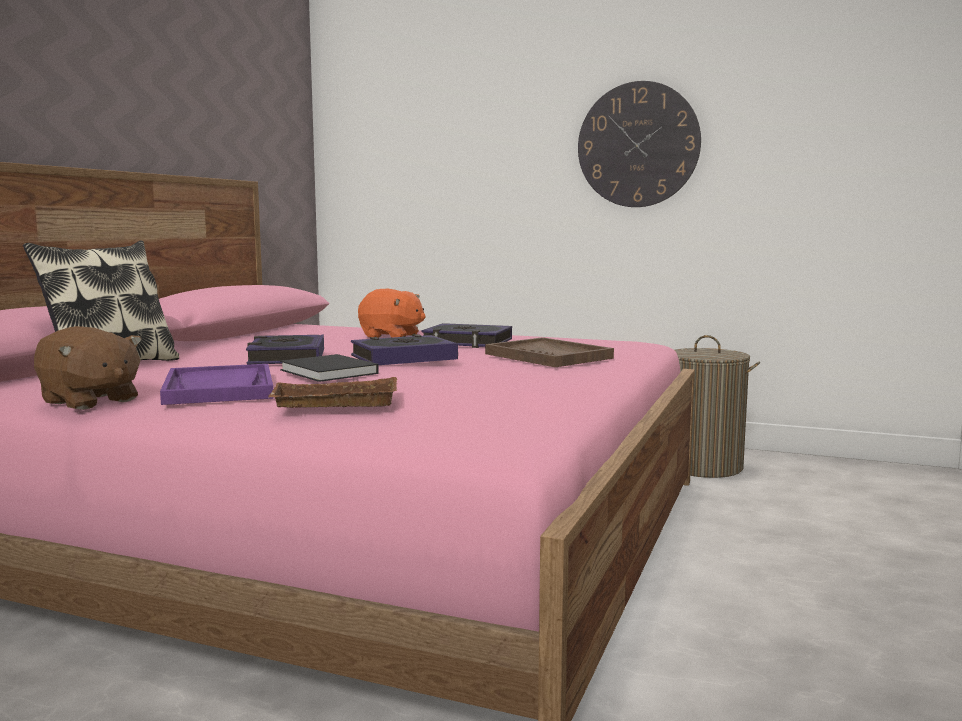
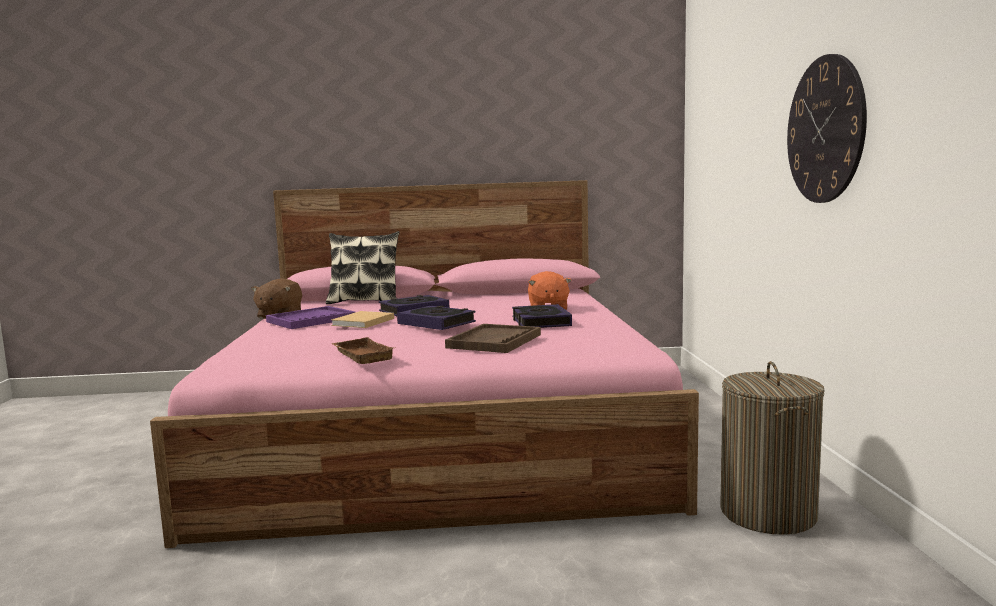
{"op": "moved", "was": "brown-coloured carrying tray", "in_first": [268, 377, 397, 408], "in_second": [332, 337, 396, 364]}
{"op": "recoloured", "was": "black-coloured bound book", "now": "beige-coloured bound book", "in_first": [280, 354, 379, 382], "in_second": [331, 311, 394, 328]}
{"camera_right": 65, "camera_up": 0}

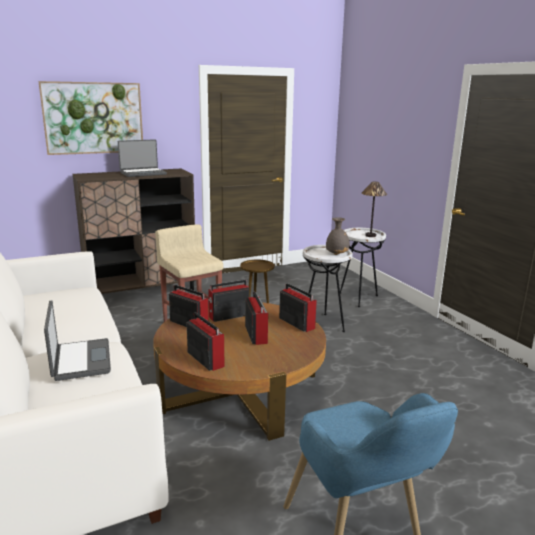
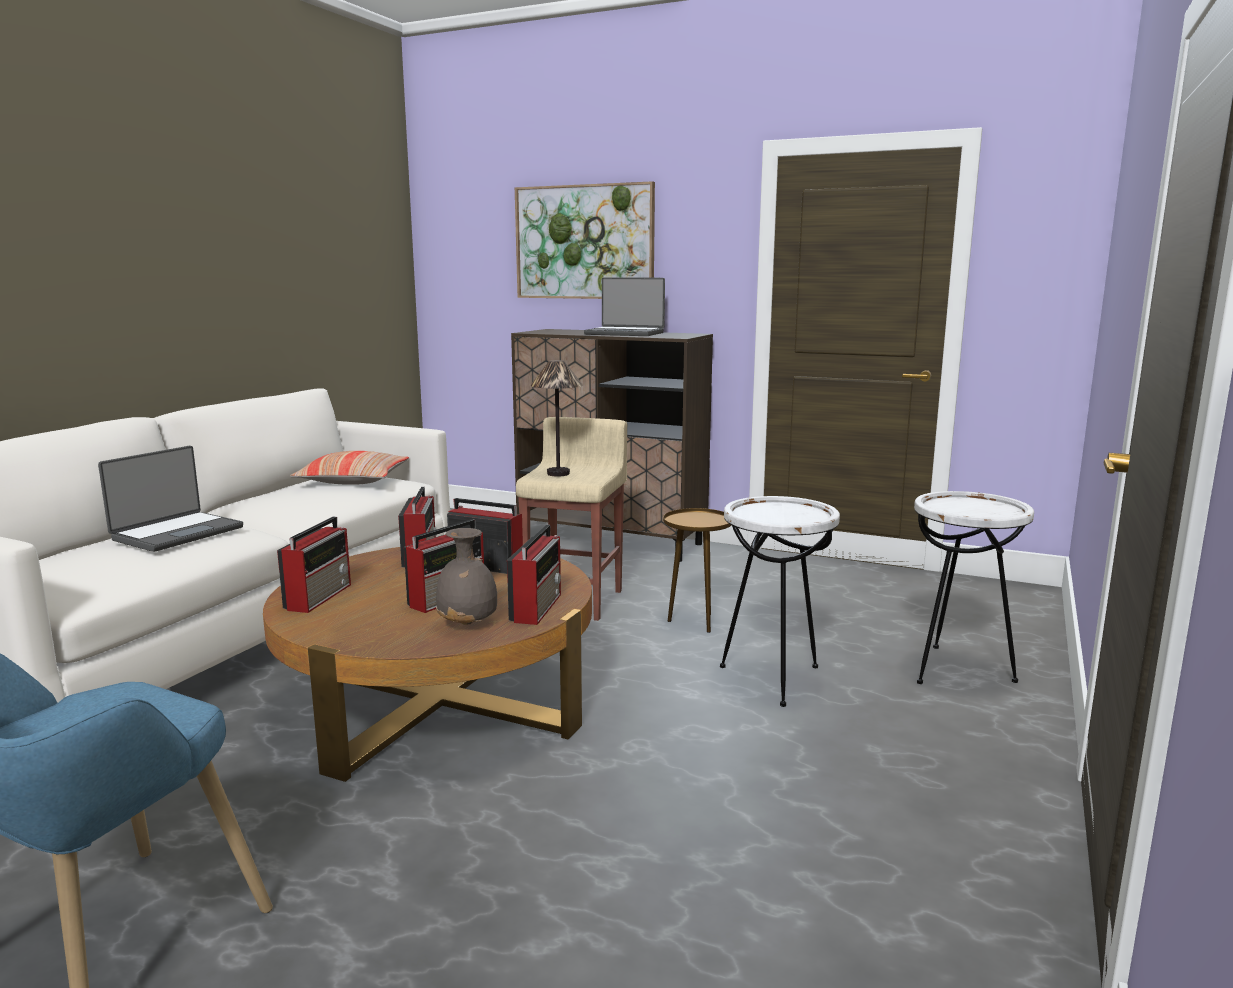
{"op": "added", "now": "pillow", "in_second": [290, 451, 409, 485]}
{"op": "moved", "was": "greyish vase", "in_first": [326, 217, 350, 255], "in_second": [436, 528, 497, 625]}
{"op": "moved", "was": "tabletop lamp", "in_first": [362, 182, 387, 237], "in_second": [530, 360, 583, 477]}
{"camera_right": 50, "camera_up": -5}

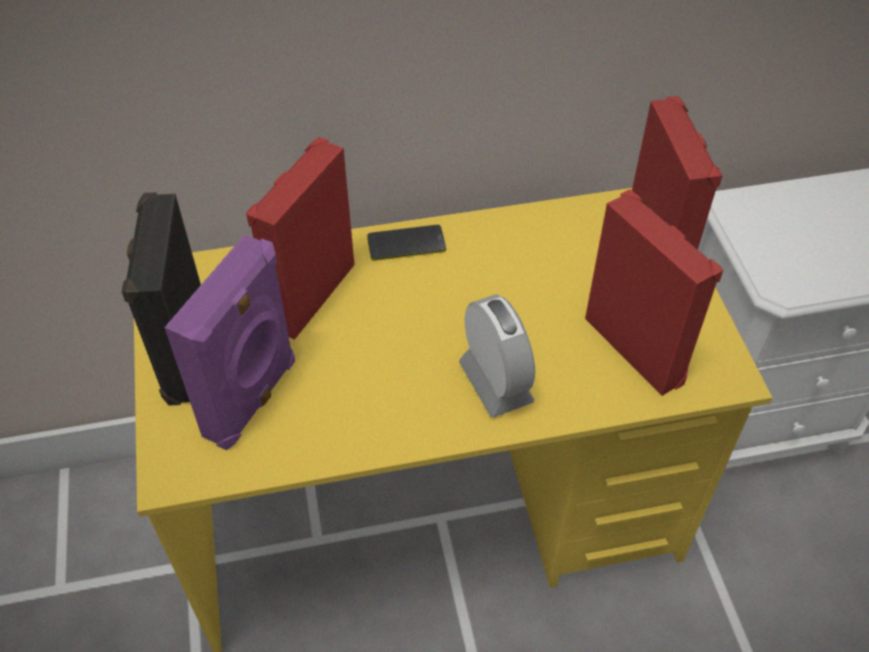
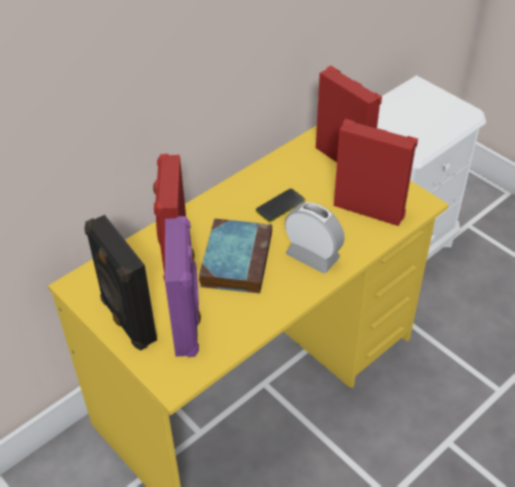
{"op": "added", "now": "bound book", "in_second": [199, 219, 272, 293]}
{"op": "moved", "was": "phone", "in_first": [367, 225, 446, 261], "in_second": [256, 188, 305, 223]}
{"camera_right": -30, "camera_up": -5}

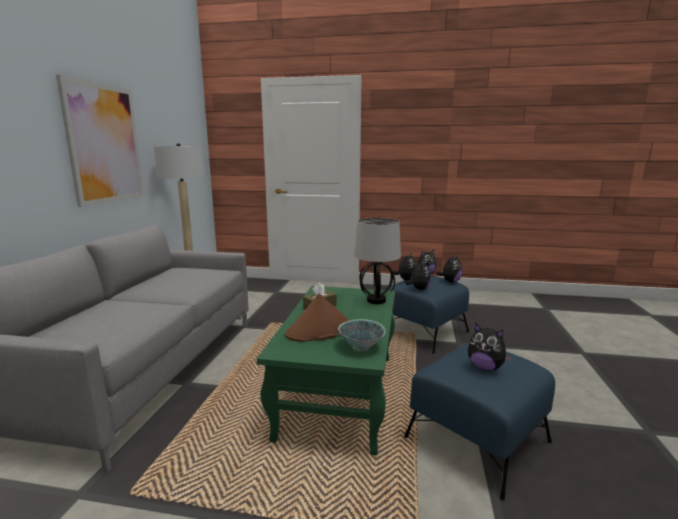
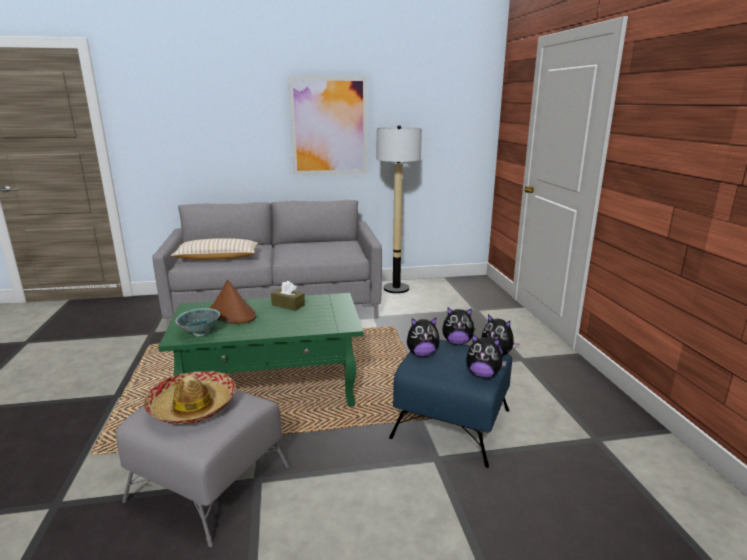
{"op": "removed", "was": "tabletop lamp", "in_first": [354, 218, 401, 304]}
{"op": "added", "now": "beige-coloured pillow", "in_second": [170, 238, 258, 260]}
{"op": "replaced", "was": "cuddly toy", "now": "hat", "in_first": [468, 323, 512, 371], "in_second": [143, 371, 236, 424]}
{"op": "recoloured", "was": "bluish footrest", "now": "greyish footrest", "in_first": [404, 342, 555, 501], "in_second": [116, 390, 289, 547]}
{"camera_right": 70, "camera_up": 5}

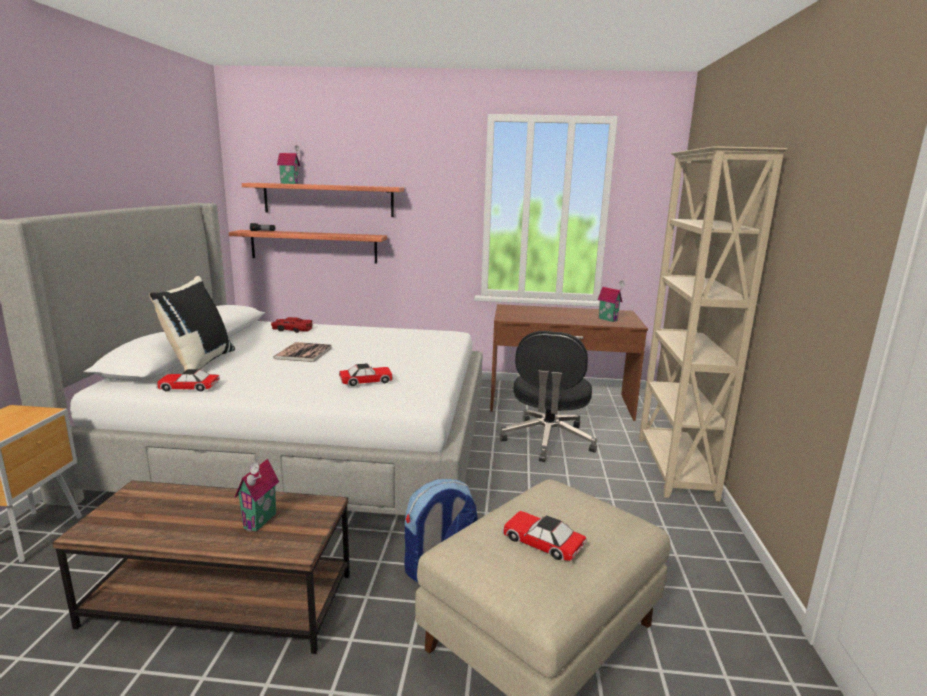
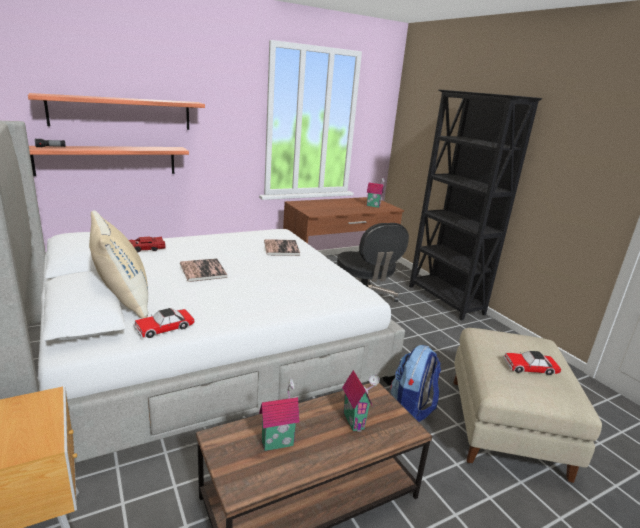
{"op": "removed", "was": "toy car", "in_first": [339, 363, 394, 386]}
{"op": "added", "now": "bound book", "in_second": [264, 239, 300, 256]}
{"op": "moved", "was": "miniature house", "in_first": [277, 145, 300, 184], "in_second": [259, 378, 300, 451]}
{"op": "recoloured", "was": "black-coloured pillow", "now": "beige-coloured pillow", "in_first": [149, 276, 235, 371], "in_second": [89, 210, 148, 319]}
{"op": "recoloured", "was": "beige-coloured shelving unit", "now": "black-coloured shelving unit", "in_first": [639, 146, 787, 502], "in_second": [409, 90, 542, 321]}
{"camera_right": -35, "camera_up": 5}

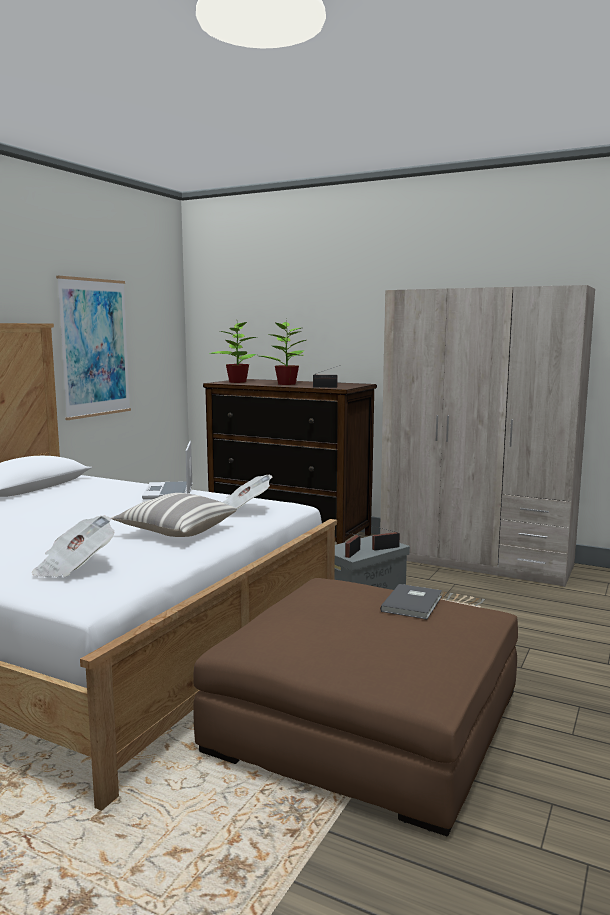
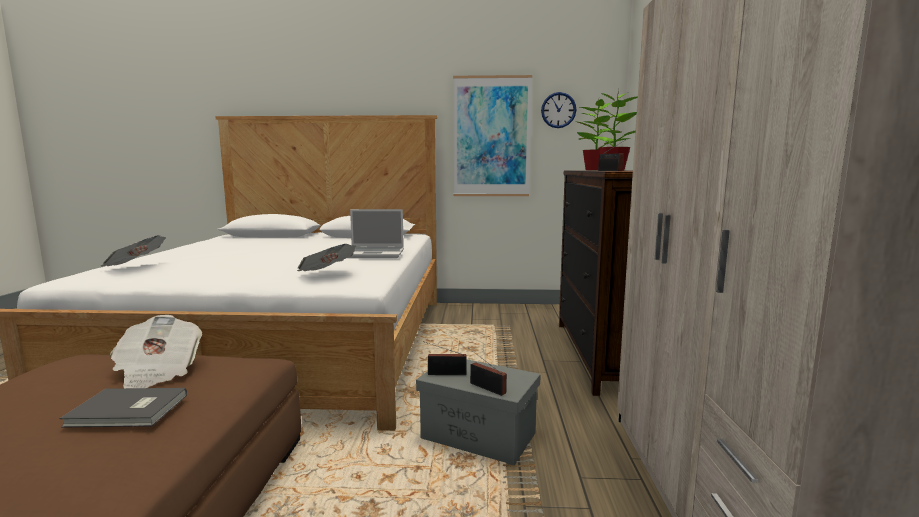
{"op": "removed", "was": "pillow", "in_first": [111, 493, 237, 537]}
{"op": "added", "now": "printed paper", "in_second": [110, 315, 203, 388]}
{"op": "added", "now": "hanging clock", "in_second": [541, 92, 576, 128]}
{"op": "turned", "was": "notebook computer", "in_first": [142, 441, 193, 500], "in_second": [348, 209, 404, 258], "clockwise": -150}
{"camera_right": 65, "camera_up": 0}

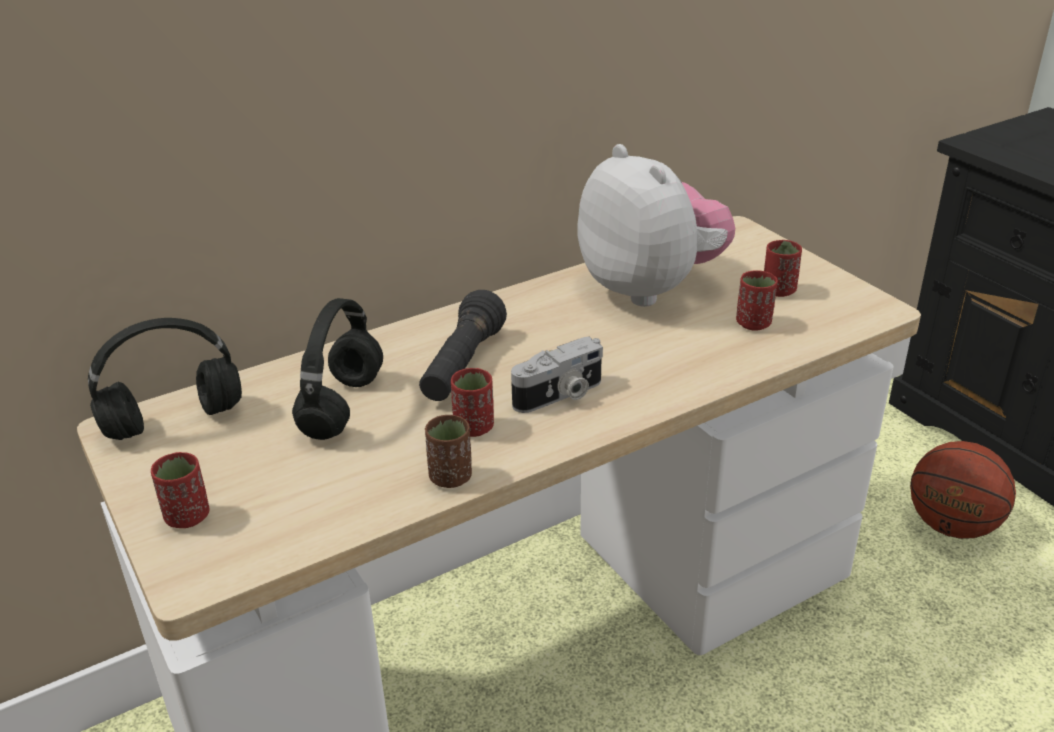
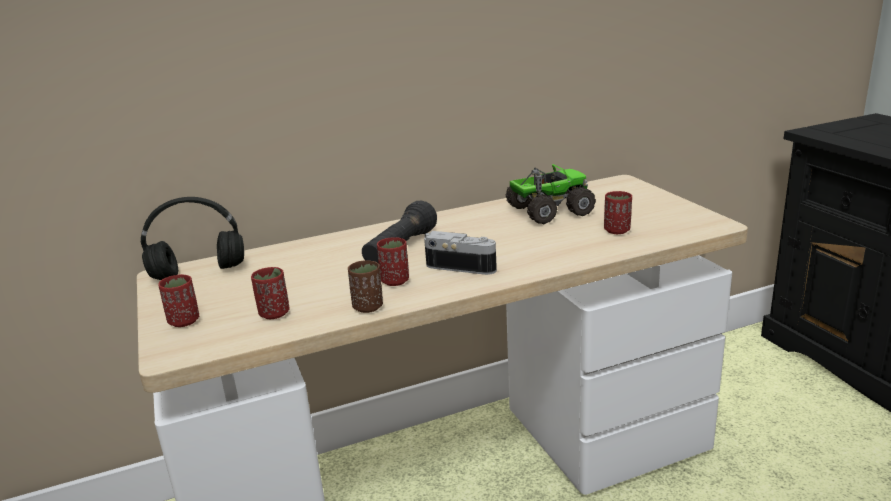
{"op": "removed", "was": "black-coloured pair of headphones", "in_first": [292, 298, 383, 440]}
{"op": "removed", "was": "basketball ball", "in_first": [910, 441, 1016, 539]}
{"op": "moved", "was": "red-coloured small cup", "in_first": [764, 240, 802, 297], "in_second": [251, 267, 289, 319]}
{"op": "replaced", "was": "cuddly toy", "now": "model truck", "in_first": [577, 144, 735, 307], "in_second": [505, 164, 596, 224]}
{"op": "turned", "was": "still camera", "in_first": [511, 337, 603, 413], "in_second": [424, 231, 497, 275], "clockwise": -135}
{"camera_right": 10, "camera_up": -10}

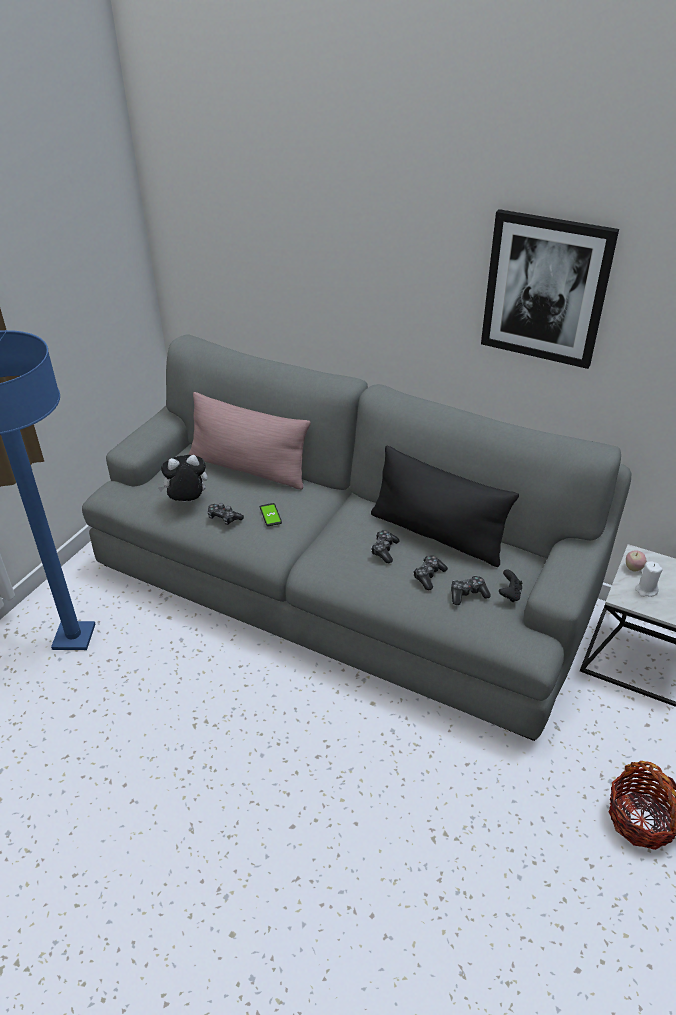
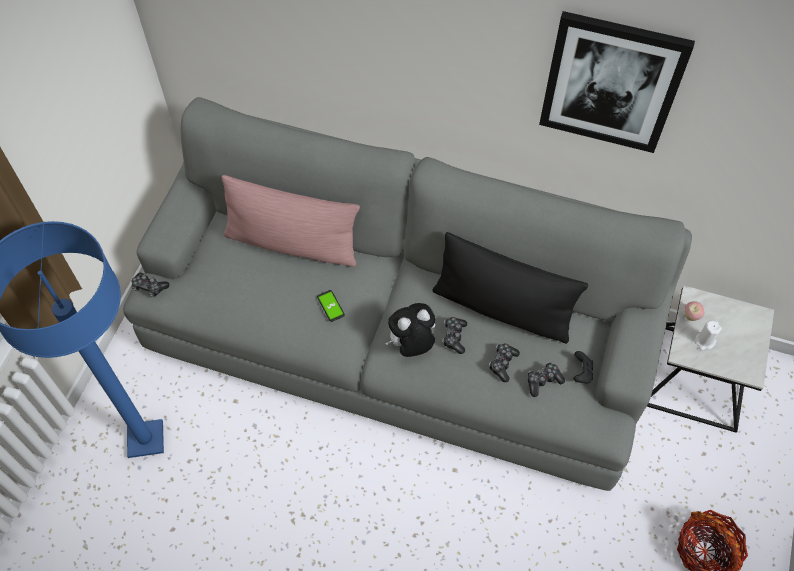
{"op": "moved", "was": "cuddly toy", "in_first": [158, 455, 208, 502], "in_second": [385, 303, 435, 357]}
{"op": "moved", "was": "game controller", "in_first": [207, 503, 244, 525], "in_second": [131, 273, 169, 297]}
{"camera_right": -10, "camera_up": 20}

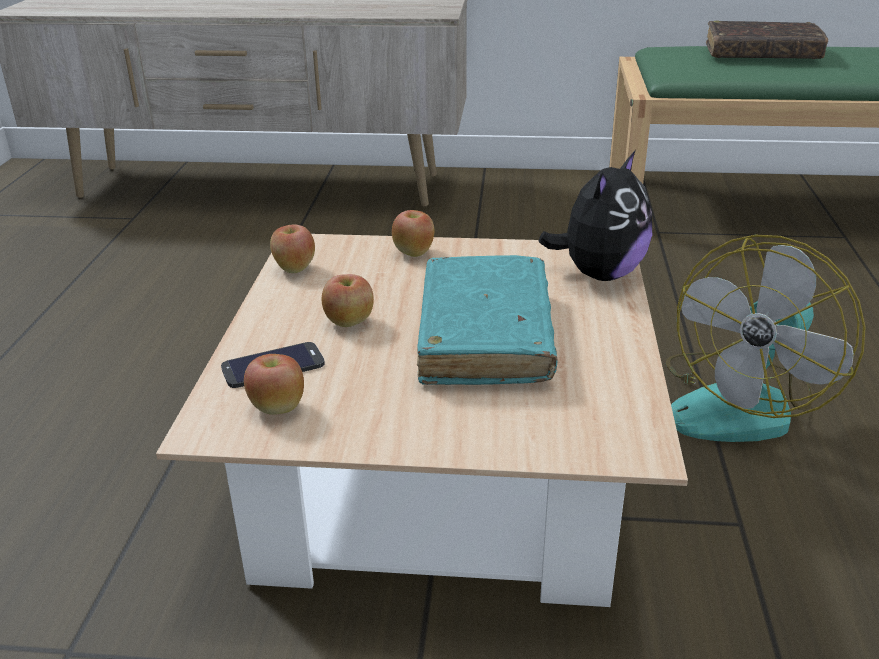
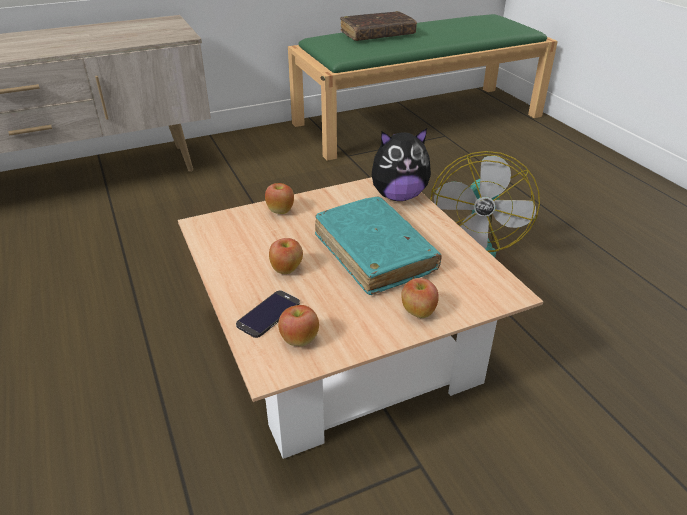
{"op": "moved", "was": "apple", "in_first": [270, 224, 315, 273], "in_second": [401, 278, 439, 318]}
{"op": "turned", "was": "cuddly toy", "in_first": [538, 151, 652, 281], "in_second": [372, 128, 431, 201], "clockwise": 75}
{"camera_right": -30, "camera_up": 5}

